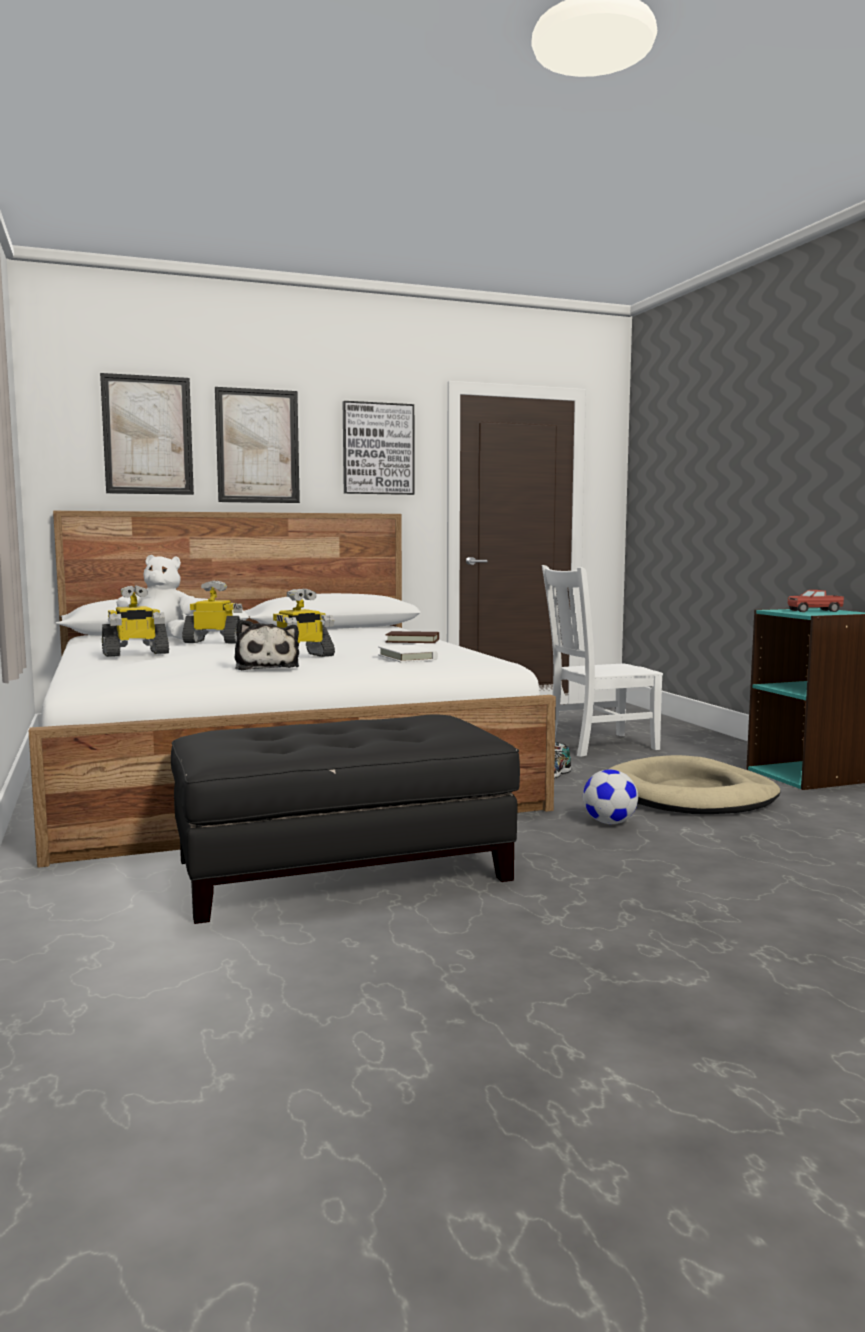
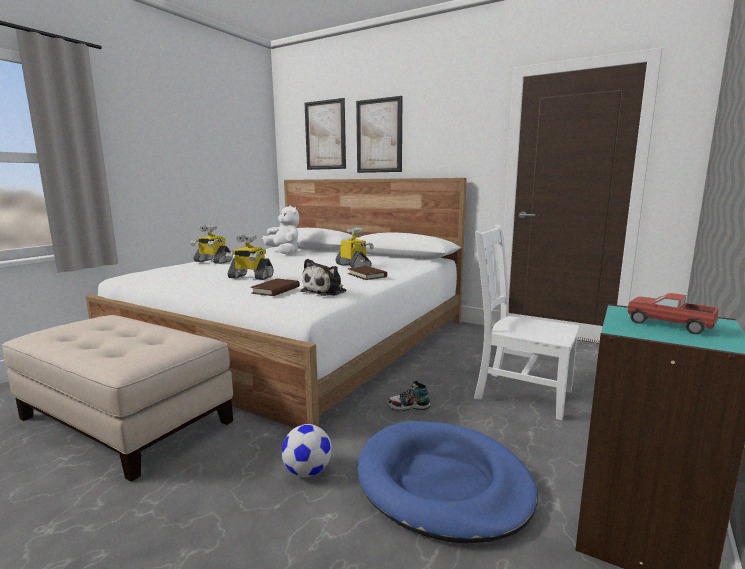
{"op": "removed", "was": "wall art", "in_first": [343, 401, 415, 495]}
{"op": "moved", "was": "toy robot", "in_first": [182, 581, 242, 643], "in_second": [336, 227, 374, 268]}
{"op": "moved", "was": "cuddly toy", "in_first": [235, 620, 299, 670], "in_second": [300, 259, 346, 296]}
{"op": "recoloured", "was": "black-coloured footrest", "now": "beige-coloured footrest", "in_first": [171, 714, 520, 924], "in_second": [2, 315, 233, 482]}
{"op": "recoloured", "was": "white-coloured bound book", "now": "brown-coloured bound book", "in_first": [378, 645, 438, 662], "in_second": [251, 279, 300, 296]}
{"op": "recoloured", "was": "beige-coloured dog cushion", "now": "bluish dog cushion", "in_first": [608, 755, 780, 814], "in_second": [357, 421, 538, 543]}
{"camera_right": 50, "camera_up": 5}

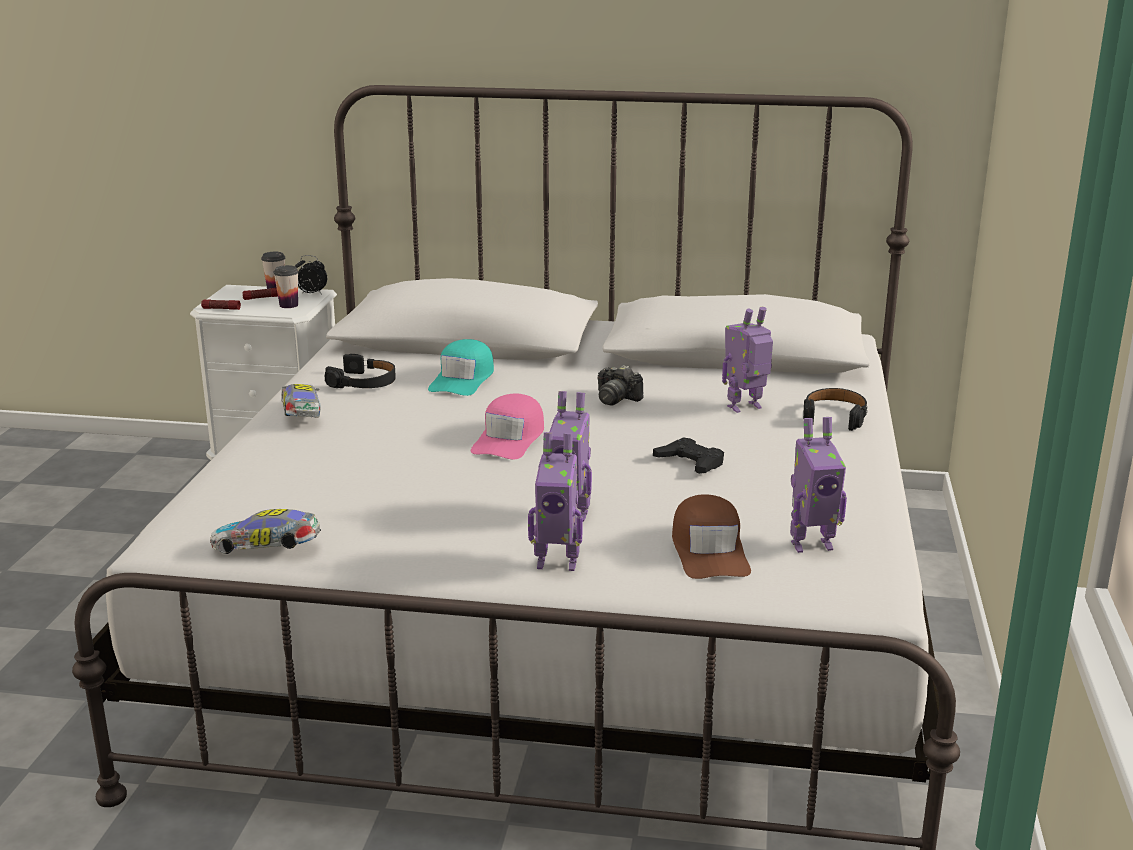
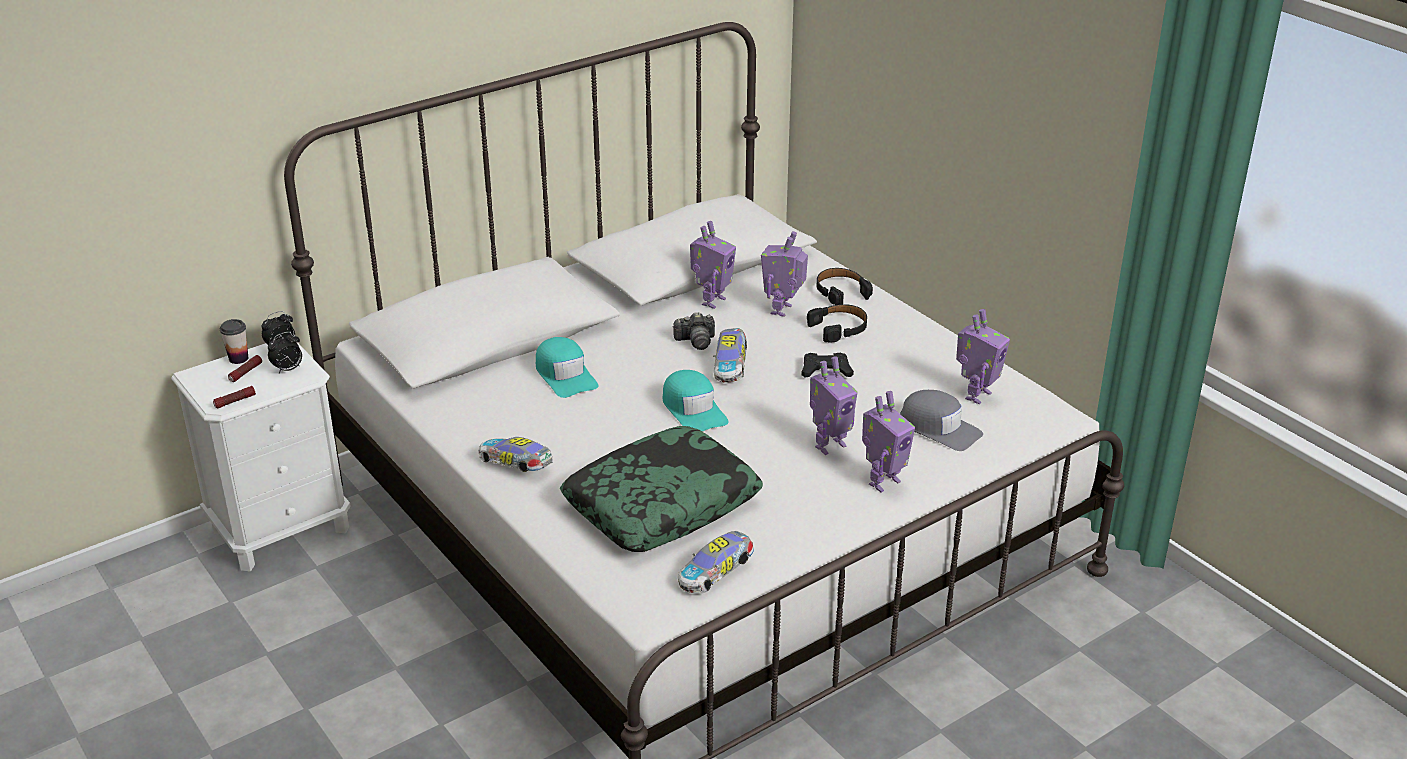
{"op": "added", "now": "pillow", "in_second": [560, 426, 763, 552]}
{"op": "added", "now": "toy robot", "in_second": [690, 221, 736, 309]}
{"op": "added", "now": "toy car", "in_second": [713, 328, 747, 383]}
{"op": "moved", "was": "black-coloured pair of headphones", "in_first": [325, 354, 396, 388], "in_second": [807, 304, 867, 343]}
{"op": "replaced", "was": "small cup", "now": "alarm clock", "in_first": [274, 265, 298, 308], "in_second": [268, 332, 302, 373]}
{"op": "recoloured", "was": "pink-coloured baseball cap", "now": "turquoise-coloured baseball cap", "in_first": [471, 393, 544, 460], "in_second": [663, 370, 729, 431]}
{"op": "recoloured", "was": "brown-coloured baseball cap", "now": "greyish baseball cap", "in_first": [672, 494, 751, 579], "in_second": [900, 390, 983, 451]}
{"camera_right": -45, "camera_up": 10}

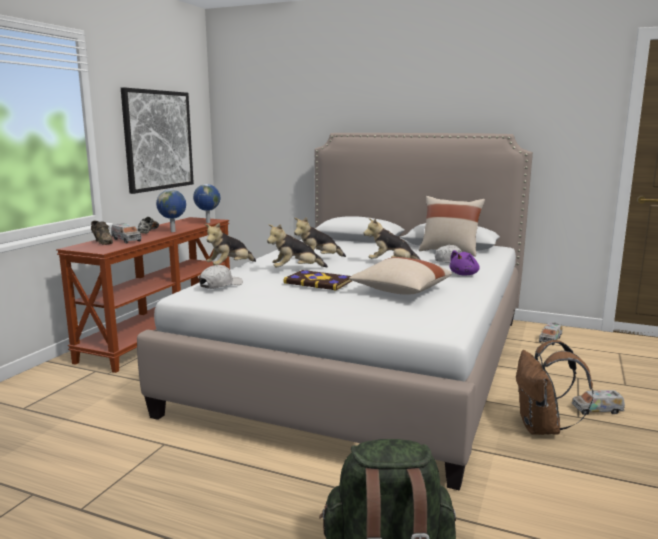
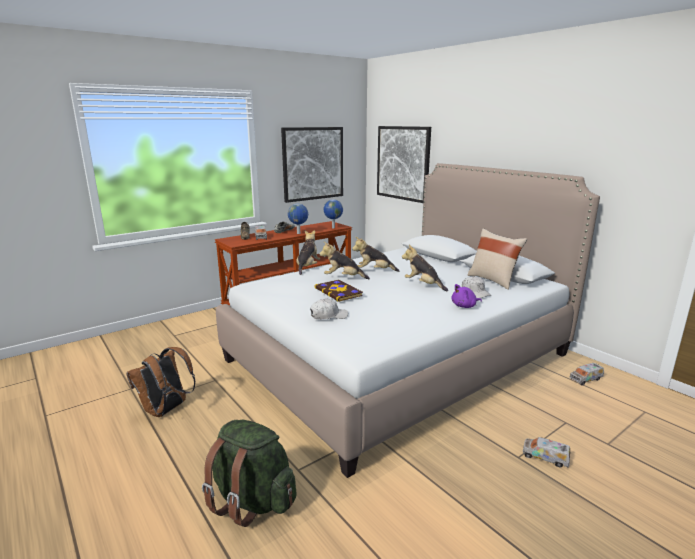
{"op": "removed", "was": "beige-coloured pillow", "in_first": [349, 257, 452, 295]}
{"op": "added", "now": "wall art", "in_second": [377, 126, 431, 203]}
{"op": "moved", "was": "white-coloured baseball cap", "in_first": [199, 265, 243, 289], "in_second": [310, 298, 348, 319]}
{"op": "moved", "was": "brown-coloured rucksack", "in_first": [516, 340, 594, 435], "in_second": [126, 347, 195, 417]}
{"op": "turned", "was": "cuddly toy", "in_first": [205, 223, 256, 265], "in_second": [297, 230, 320, 275], "clockwise": 120}
{"camera_right": 30, "camera_up": 5}

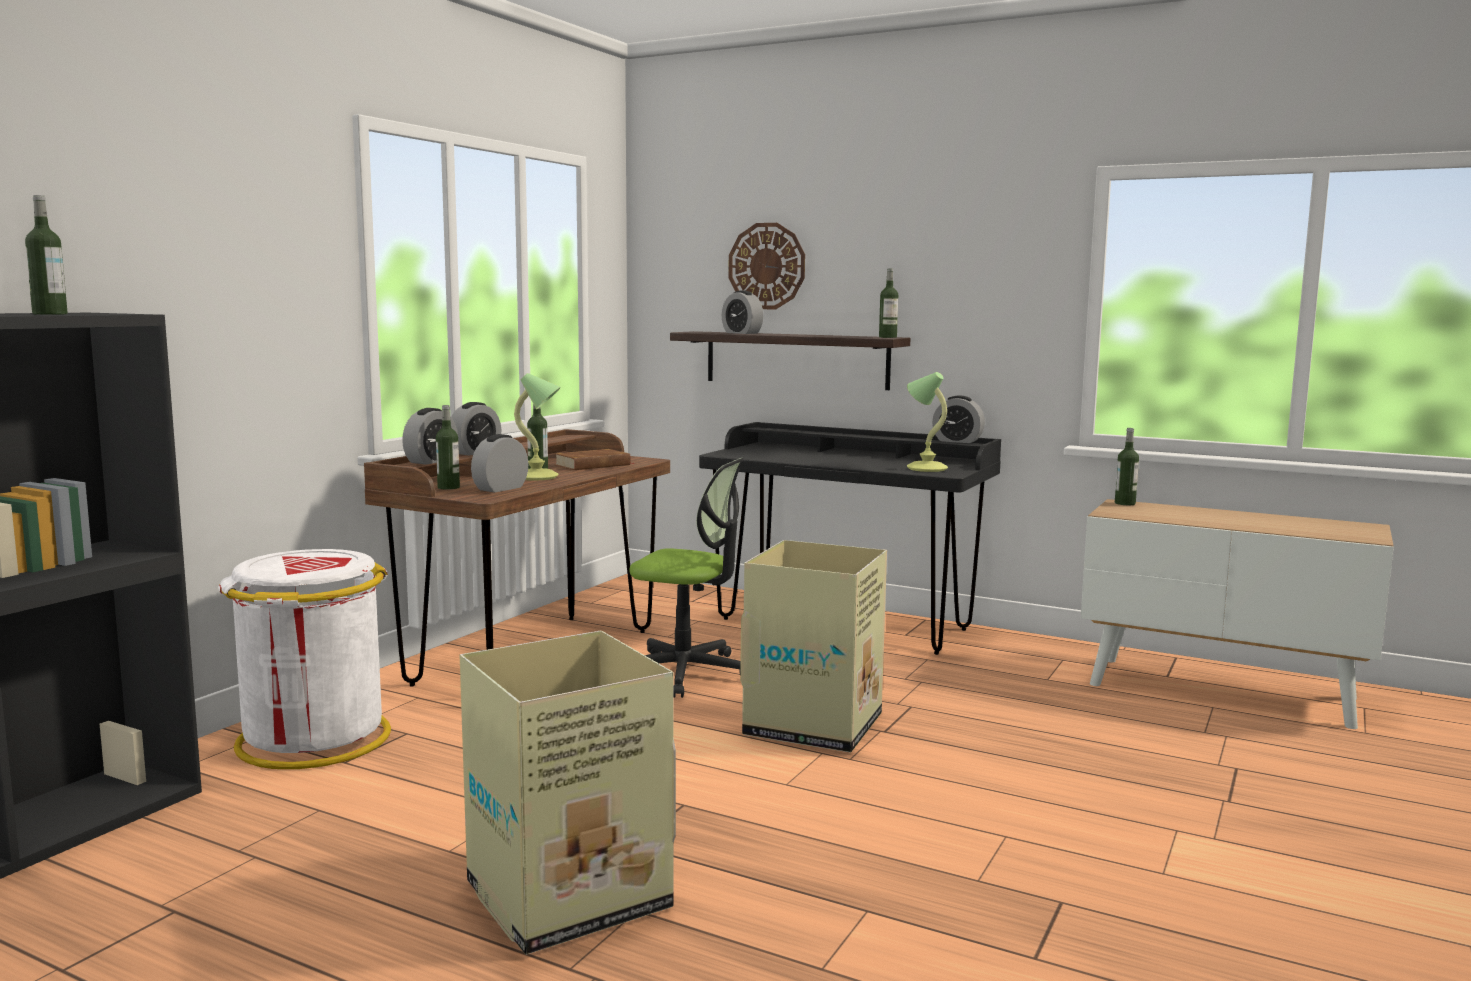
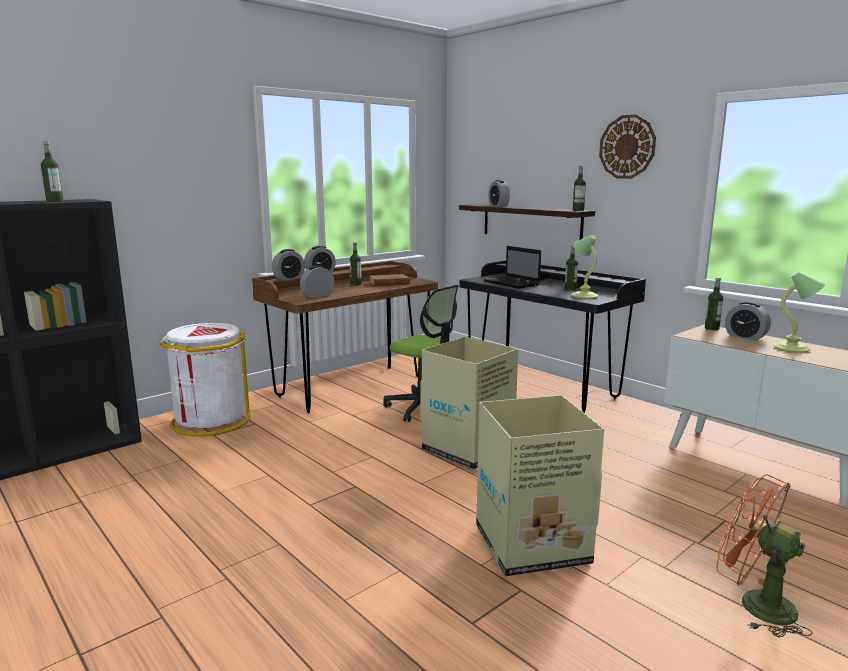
{"op": "added", "now": "notebook computer", "in_second": [484, 246, 541, 289]}
{"op": "added", "now": "orange-coloured electric fan", "in_second": [716, 474, 812, 637]}
{"op": "moved", "was": "drink bottle", "in_first": [436, 405, 460, 490], "in_second": [565, 246, 578, 291]}
{"op": "moved", "was": "packing box", "in_first": [460, 631, 676, 955], "in_second": [476, 395, 604, 577]}
{"op": "moved", "was": "tabletop lamp", "in_first": [514, 373, 561, 480], "in_second": [774, 272, 825, 353]}
{"op": "moved", "was": "hanging clock", "in_first": [728, 223, 805, 310], "in_second": [599, 114, 656, 179]}
{"op": "moved", "was": "alarm clock", "in_first": [932, 395, 985, 443], "in_second": [725, 301, 771, 341]}
{"camera_right": 20, "camera_up": 5}

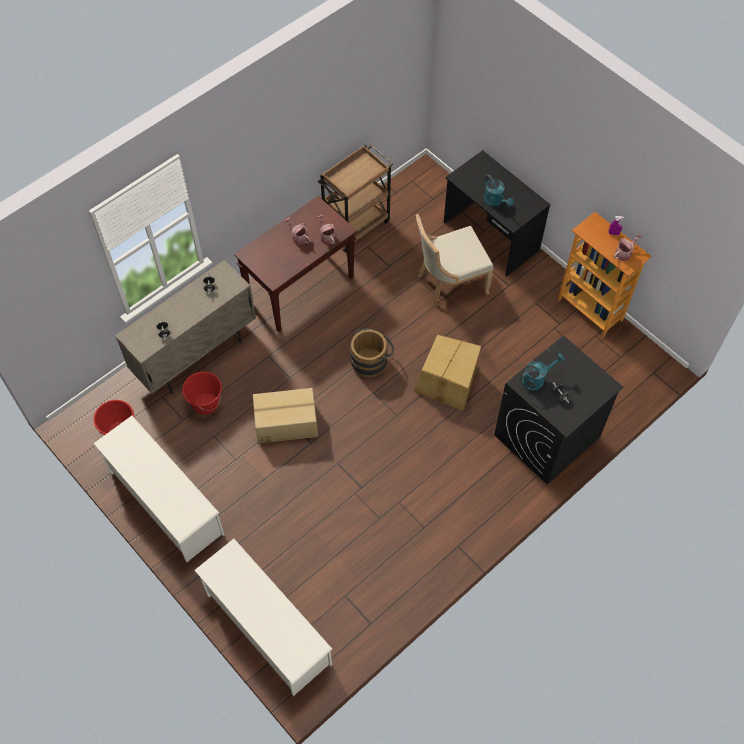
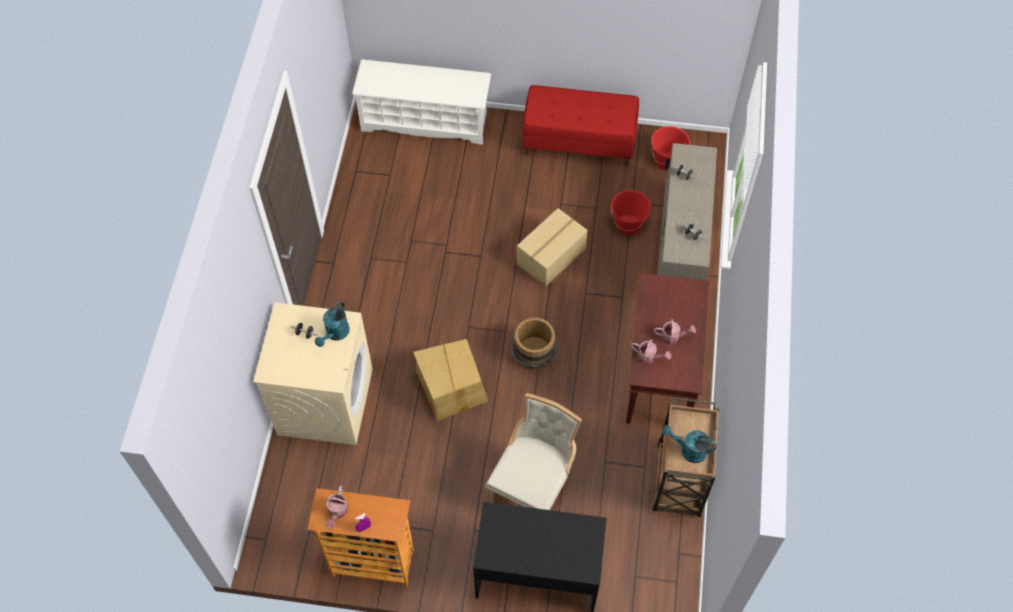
{"op": "moved", "was": "turquoise-coloured sprinkling can", "in_first": [484, 175, 514, 207], "in_second": [662, 425, 717, 463]}
{"op": "replaced", "was": "white-coloured shoe rack", "now": "red-coloured bench", "in_first": [93, 416, 225, 562], "in_second": [523, 85, 639, 166]}
{"op": "recoloured", "was": "black-coloured washing machine", "now": "beige-coloured washing machine", "in_first": [494, 336, 623, 484], "in_second": [253, 302, 373, 445]}
{"camera_right": 140, "camera_up": 0}

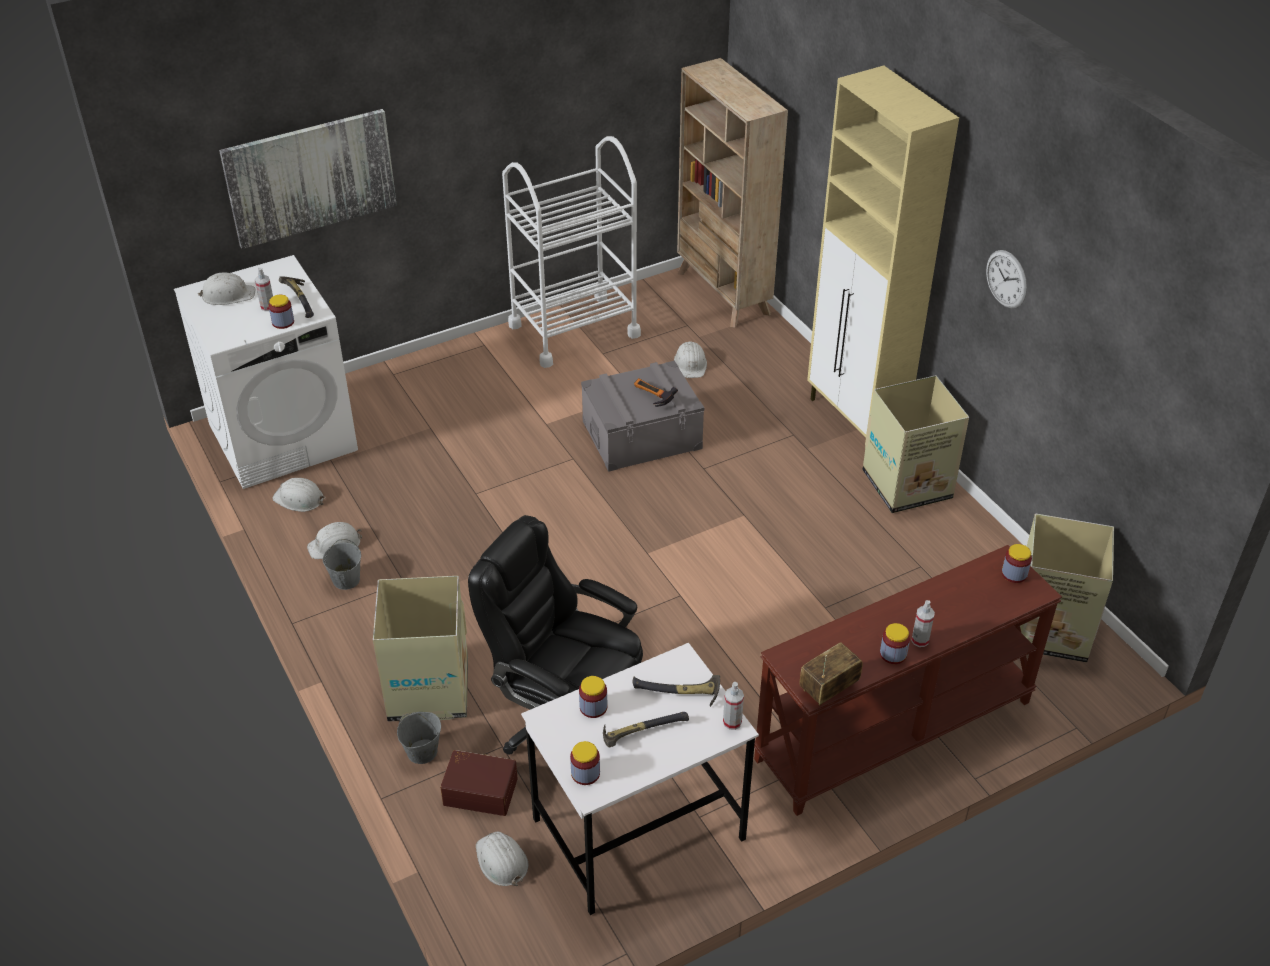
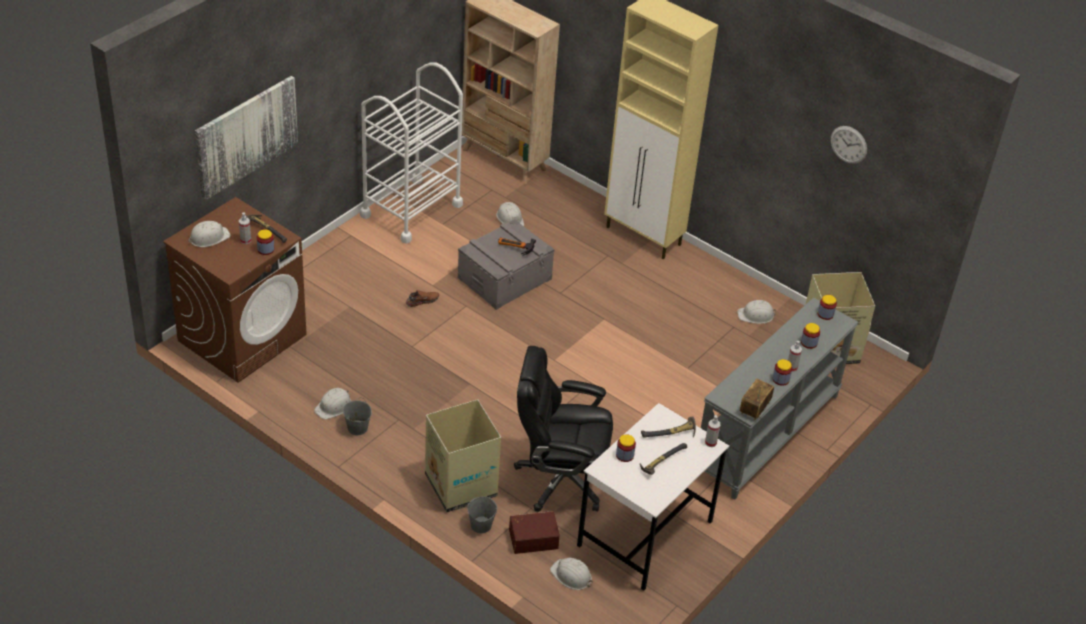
{"op": "removed", "was": "packing box", "in_first": [862, 375, 969, 513]}
{"op": "added", "now": "brown-coloured shoe", "in_second": [405, 290, 439, 307]}
{"op": "moved", "was": "white-coloured safety helmet", "in_first": [272, 478, 325, 512], "in_second": [737, 300, 776, 324]}
{"op": "moved", "was": "preserve jar", "in_first": [570, 741, 600, 785], "in_second": [801, 323, 820, 349]}
{"op": "moved", "was": "hanging clock", "in_first": [986, 250, 1027, 308], "in_second": [831, 126, 867, 164]}
{"op": "recoloured", "was": "white-coloured washing machine", "now": "brown-coloured washing machine", "in_first": [174, 255, 358, 489], "in_second": [163, 197, 307, 383]}
{"op": "recoloured", "was": "brown-coloured narrow table", "now": "greyish narrow table", "in_first": [754, 545, 1062, 816], "in_second": [701, 297, 858, 500]}
{"camera_right": -25, "camera_up": 0}

